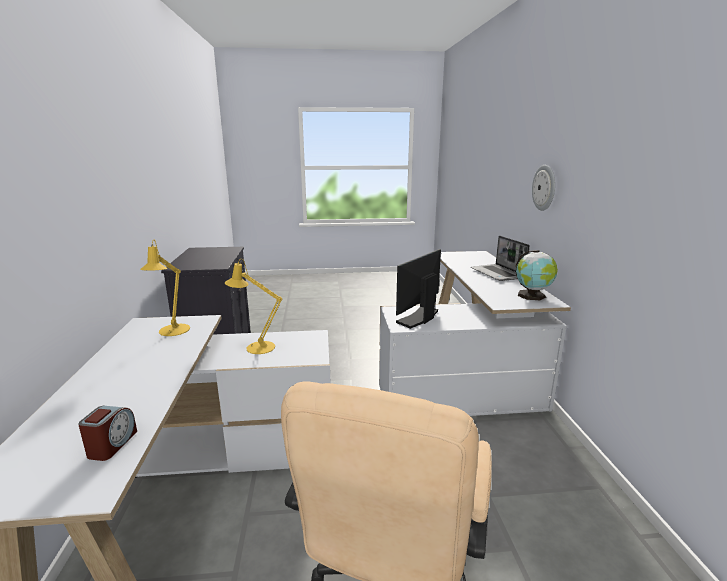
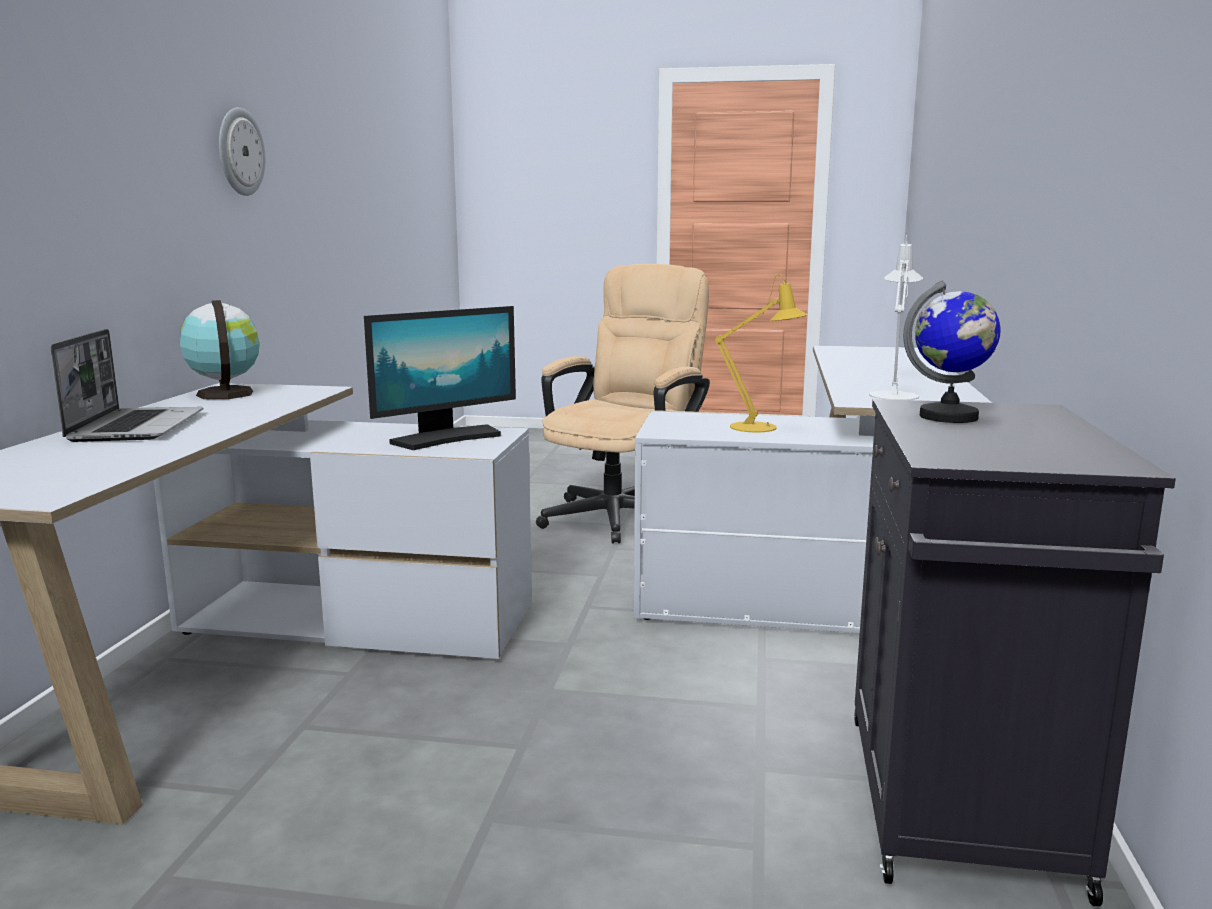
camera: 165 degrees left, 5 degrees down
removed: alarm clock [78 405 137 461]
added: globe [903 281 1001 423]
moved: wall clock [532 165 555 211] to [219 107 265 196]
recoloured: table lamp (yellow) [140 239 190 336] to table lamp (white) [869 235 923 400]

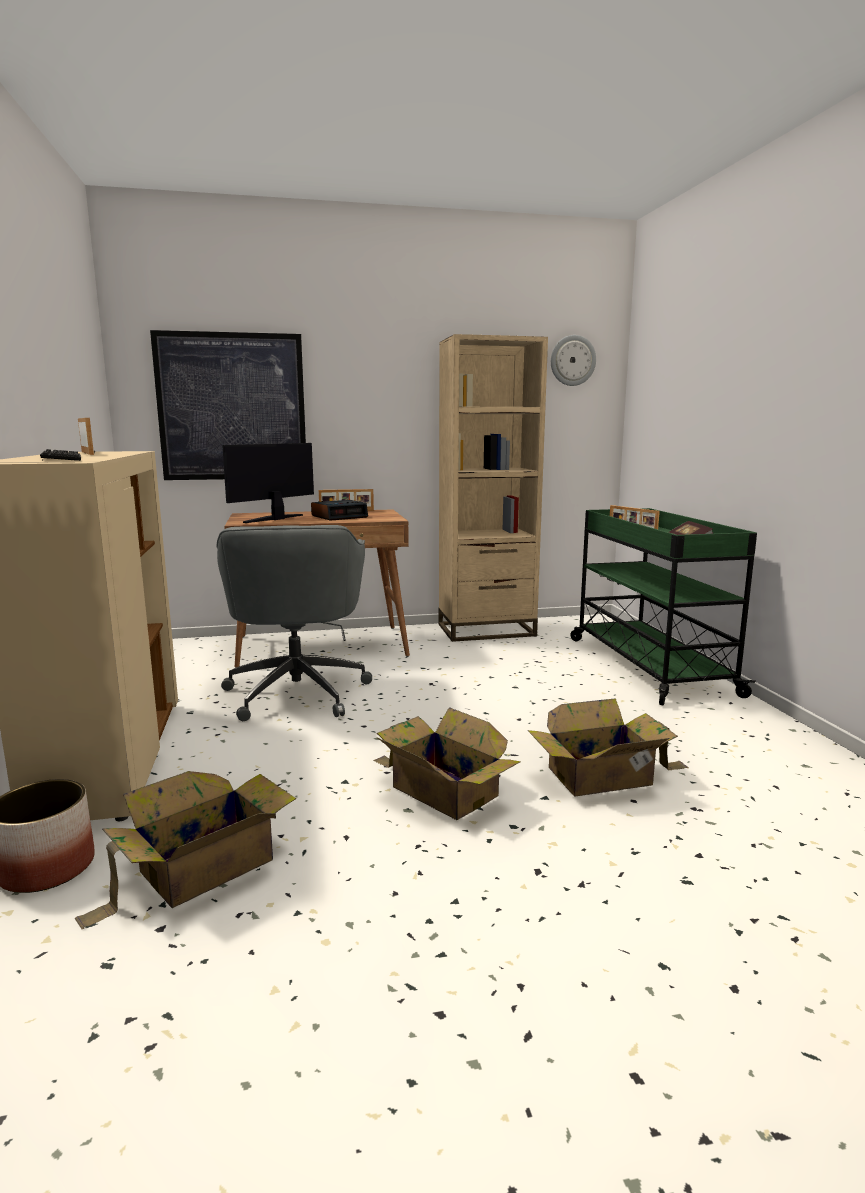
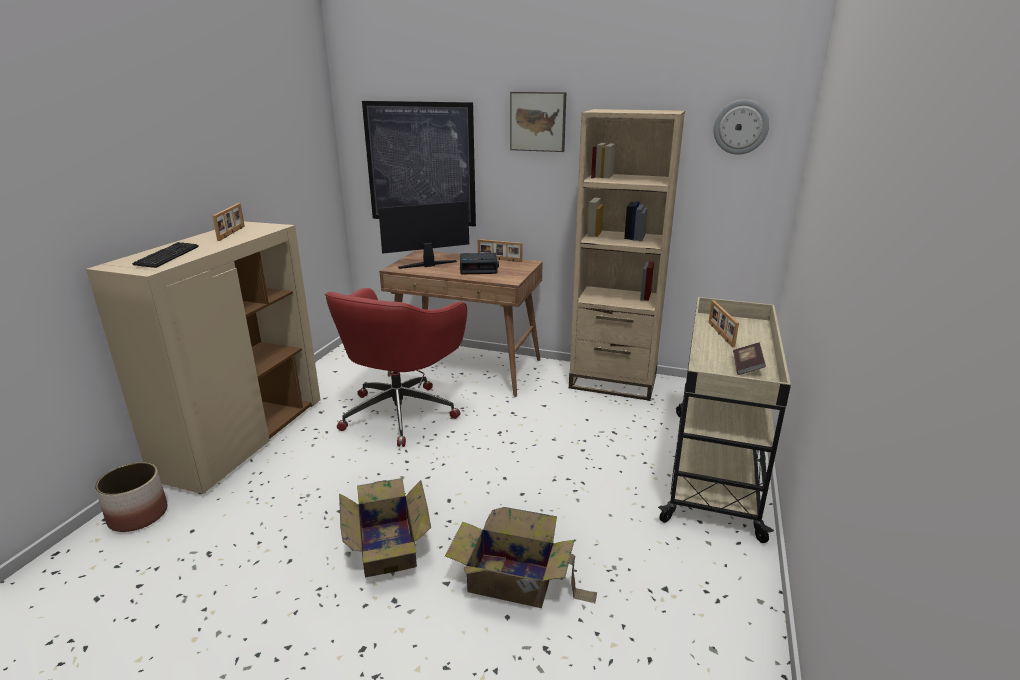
camera: 30 degrees right, 10 degrees up
removed: cardboard box [75 771 296 930]
added: picture [510 92 566 152]
recoloured: cart (green) [570 508 757 705] to cart (beige) [658 297 791 543]; office chair (grey) [217 525 372 721] to office chair (red) [325 288 467 447]

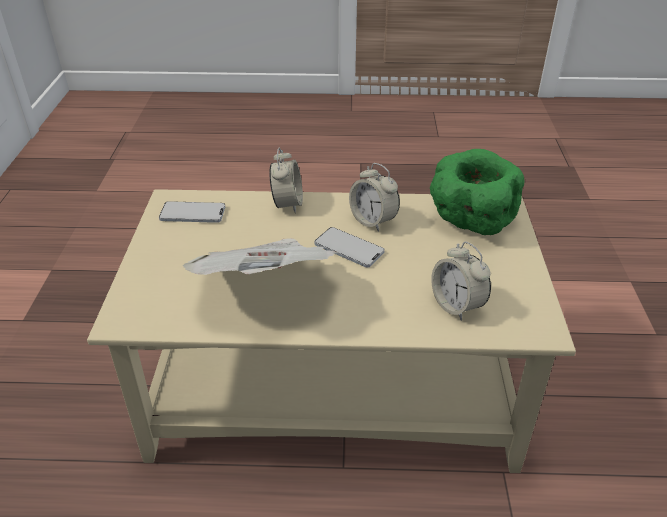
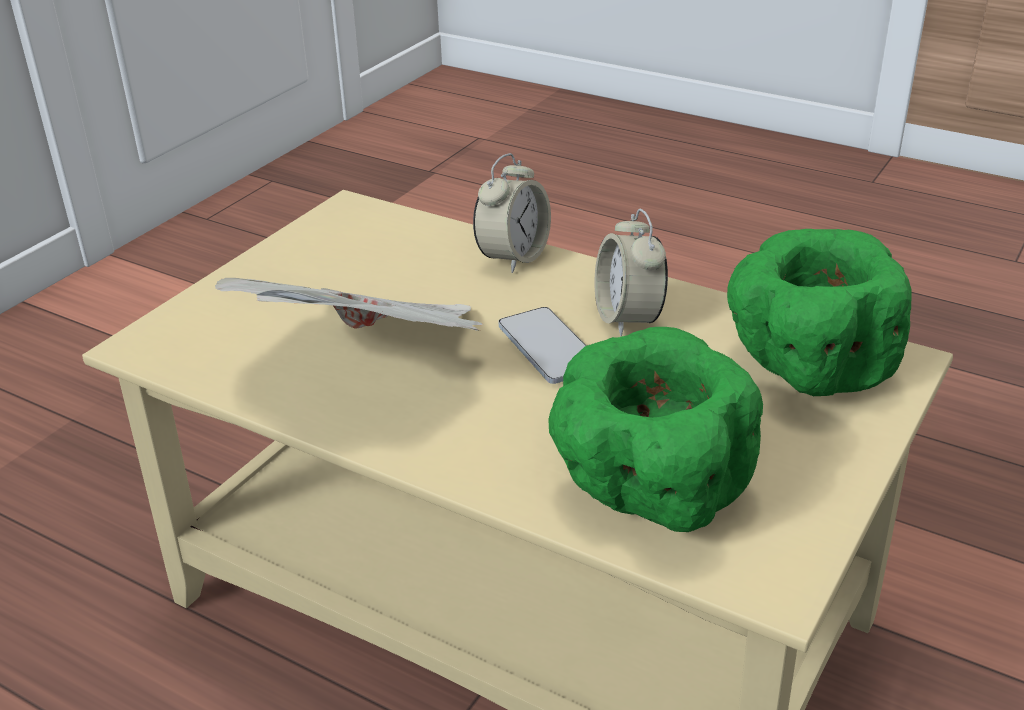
camera: 30 degrees right, 5 degrees down
removed: phone [159 201 225 223]
replaced: alarm clock [431 241 491 321] to bowl (green) [548 327 763 532]

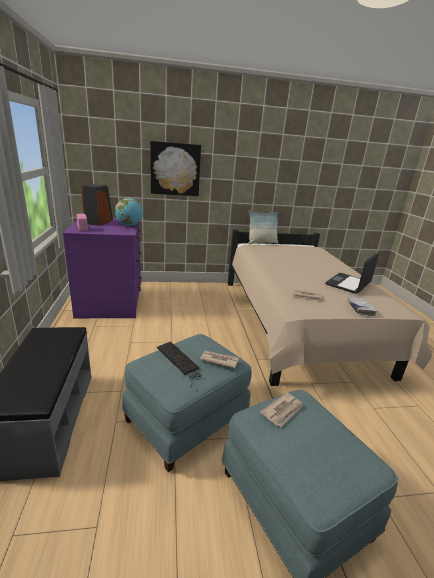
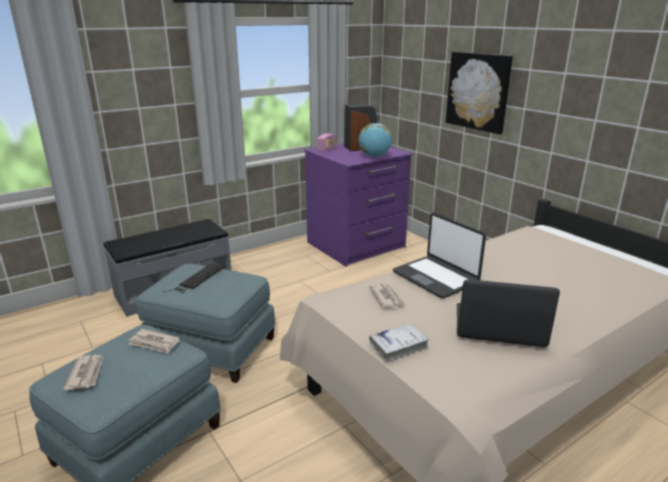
camera: 65 degrees right, 0 degrees up
removed: pillow [248 211 278 244]
added: laptop [393 213 486 298]
moved: newspaper [200 350 239 368] to [63 355 104 390]

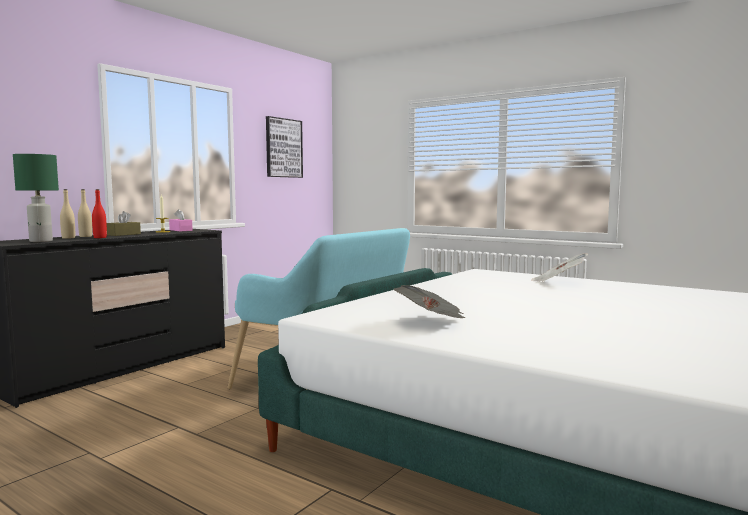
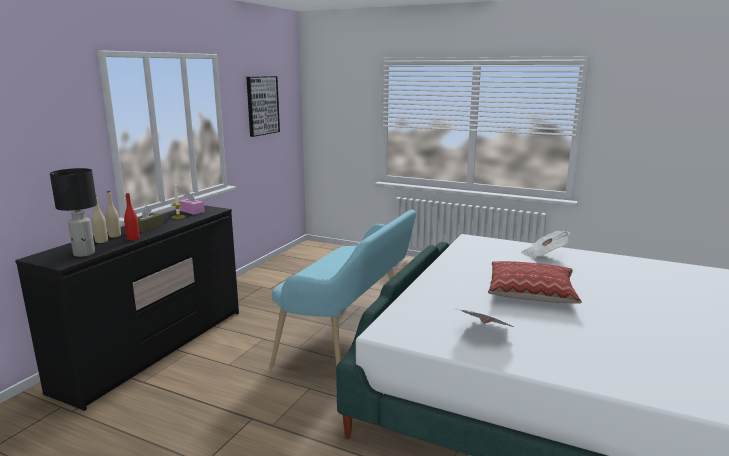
camera: 10 degrees left, 10 degrees up
added: pillow [488 261 582 304]
recoloured: table lamp (green) [13 154 59 242] to table lamp (black) [50 168 97 257]

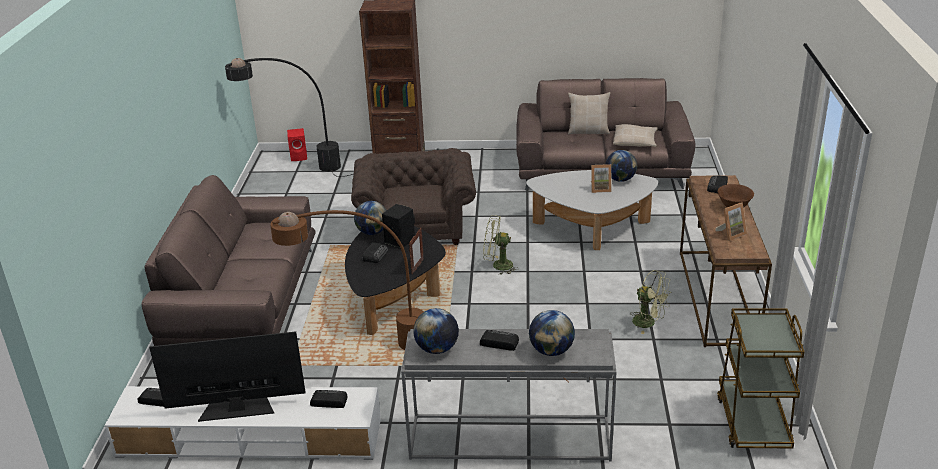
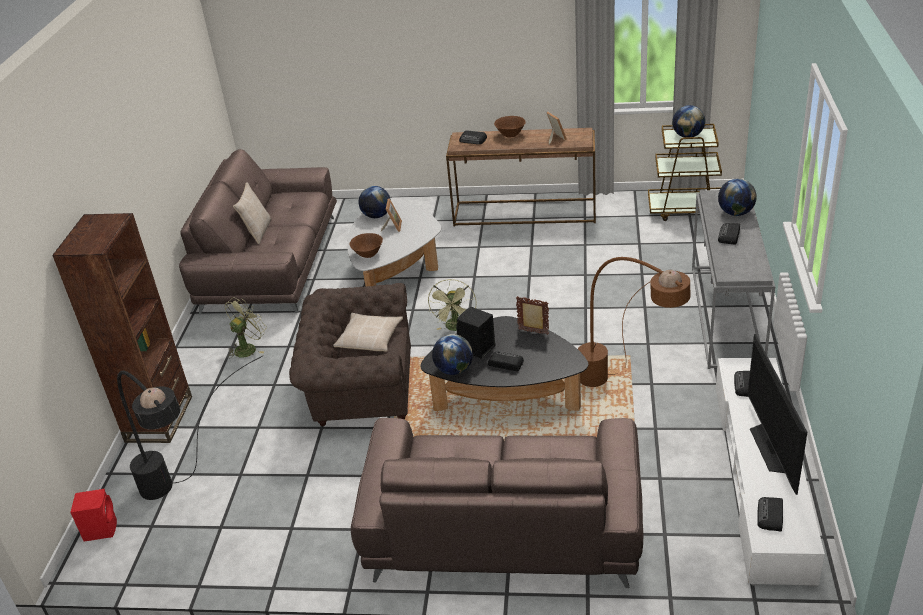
camera: 85 degrees left, 5 degrees up
added: bowl (brown) [349 233 383 258]
moved: pillow (beige) [613 124 658 147] to [333 313 403 352]; fan (green) [630 270 672 334] to [225 298 267 359]; globe [413 308 459 354] to [672 105 705 138]

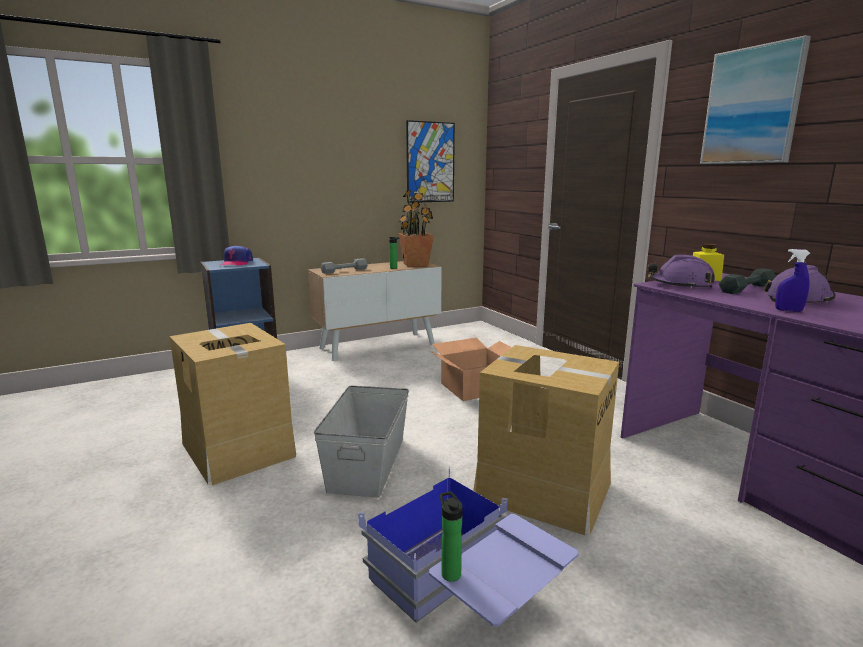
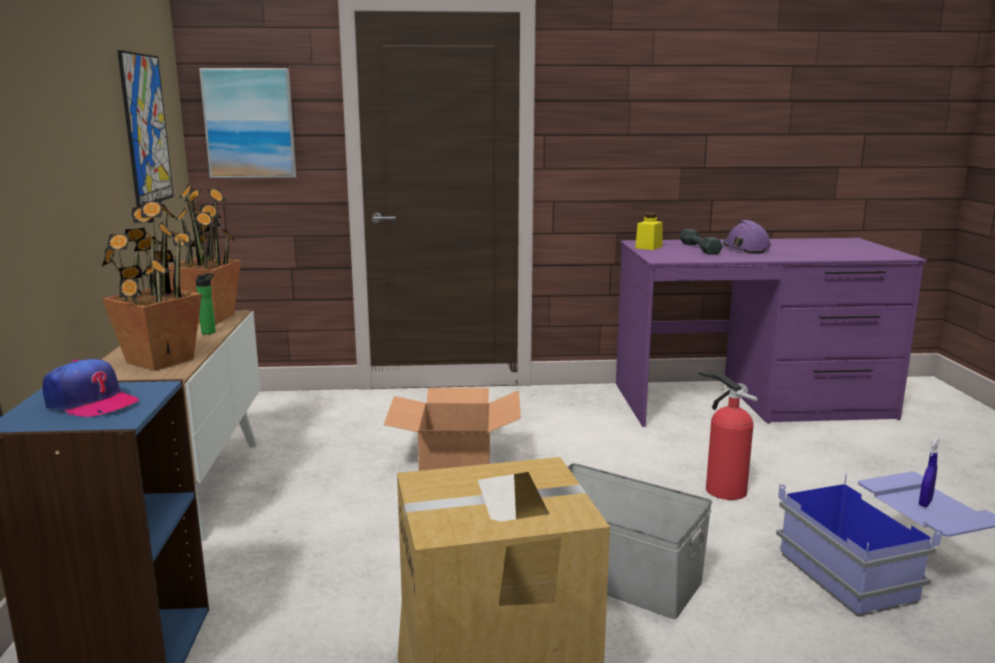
camera: 65 degrees left, 0 degrees up
removed: hard hat (purple) [648 255 715 289]; bottle [440 491 463 582]
moved: picture [700 35 811 164] to [199 68 296 178]; spray bottle (blue) [775 249 810 312] to [919 438 939 507]
replaced: dumbbell (grey) [321 258 368 274] to potted plant [102 201 202 371]; cardboard box [473 345 619 535] to fire extinguisher [698 369 757 500]

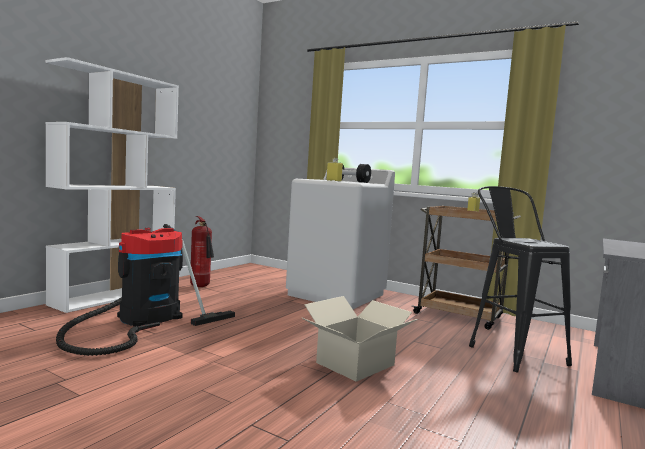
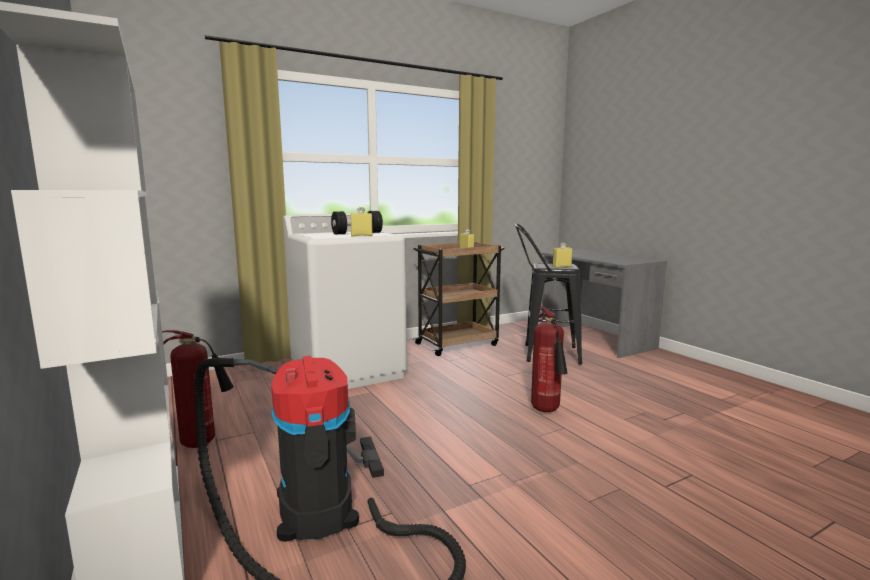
camera: 60 degrees left, 5 degrees up
added: bottle (yellow) [553 243 572 268]
replaced: cardboard box [302 296 418 382] to fire extinguisher [531 306 568 412]

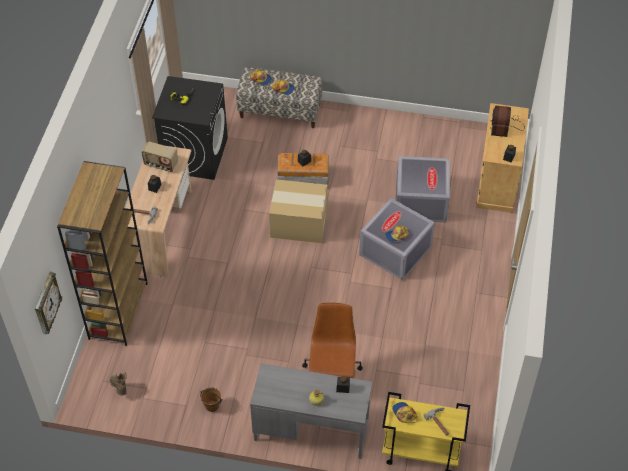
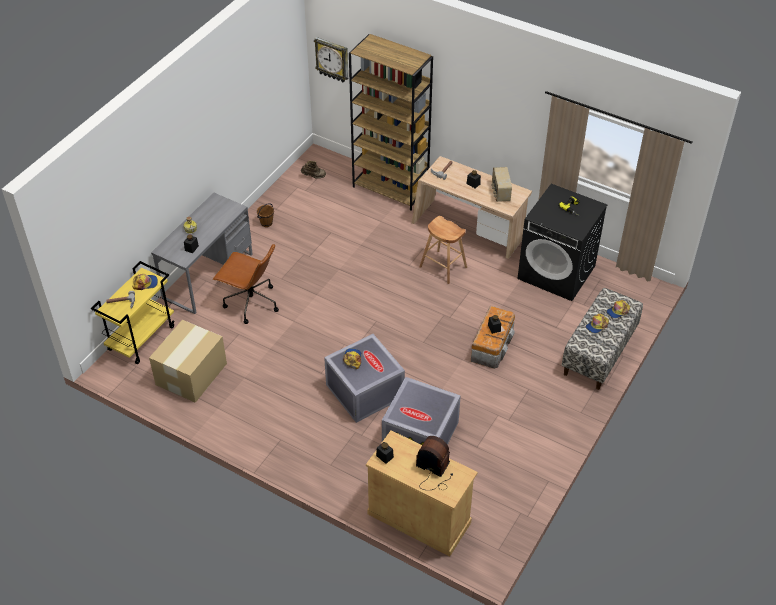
camera: 110 degrees right, 5 degrees down
added: stool (brown) [419 216 467 284]
moved: cardboard box [269 179 328 243] to [149 320 227 403]
turned: radio [141 141 178 172] = [491 167 512 202] 45 degrees counterclockwise

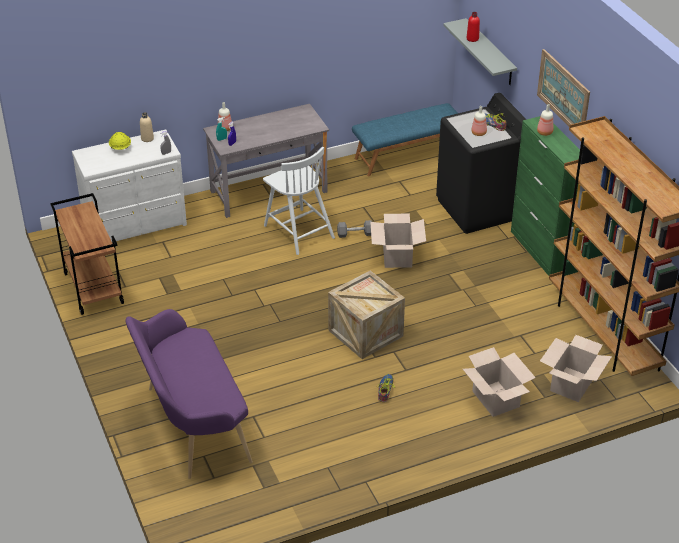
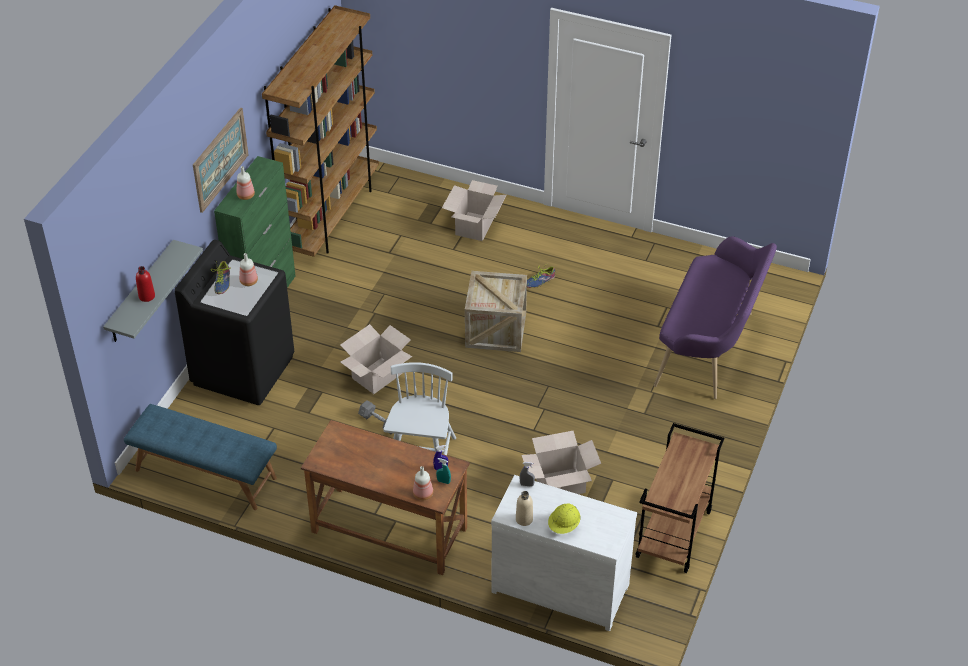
camera: 135 degrees left, 5 degrees up
moved: cardboard box [540 335 612 402] to [521 431 601 494]
recoloured: desk (grey) [203 104 329 218] to desk (brown) [301 420 470 575]

